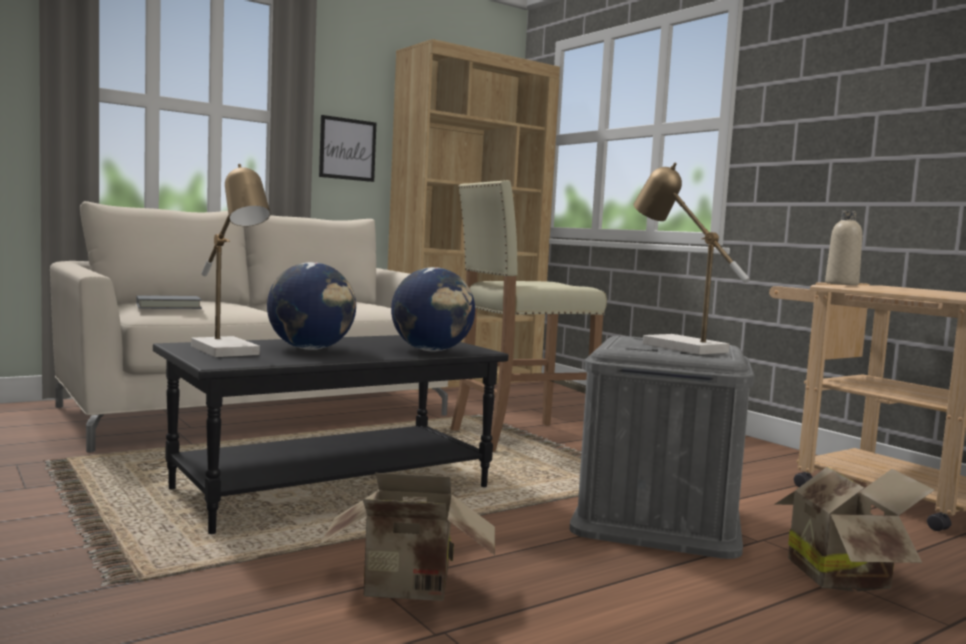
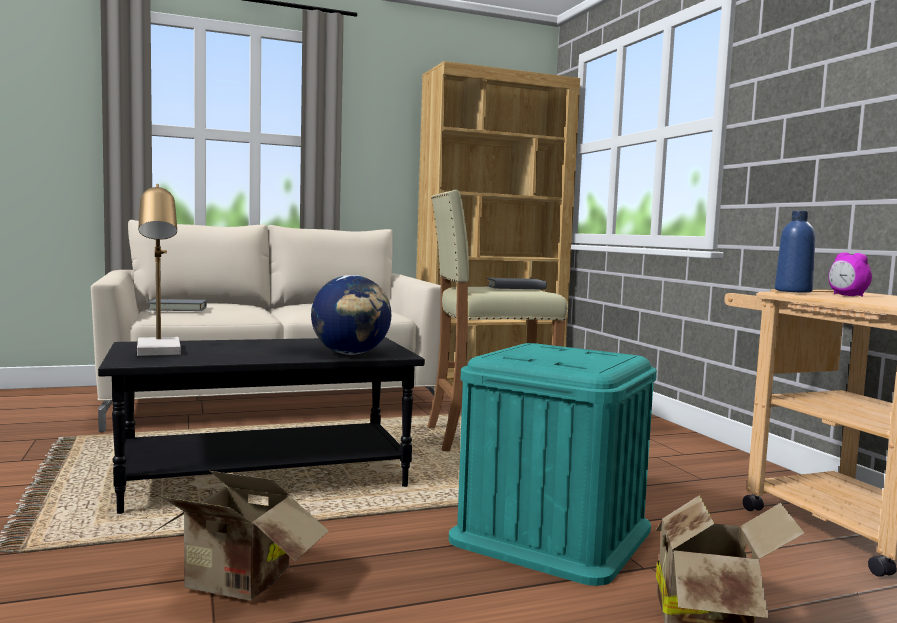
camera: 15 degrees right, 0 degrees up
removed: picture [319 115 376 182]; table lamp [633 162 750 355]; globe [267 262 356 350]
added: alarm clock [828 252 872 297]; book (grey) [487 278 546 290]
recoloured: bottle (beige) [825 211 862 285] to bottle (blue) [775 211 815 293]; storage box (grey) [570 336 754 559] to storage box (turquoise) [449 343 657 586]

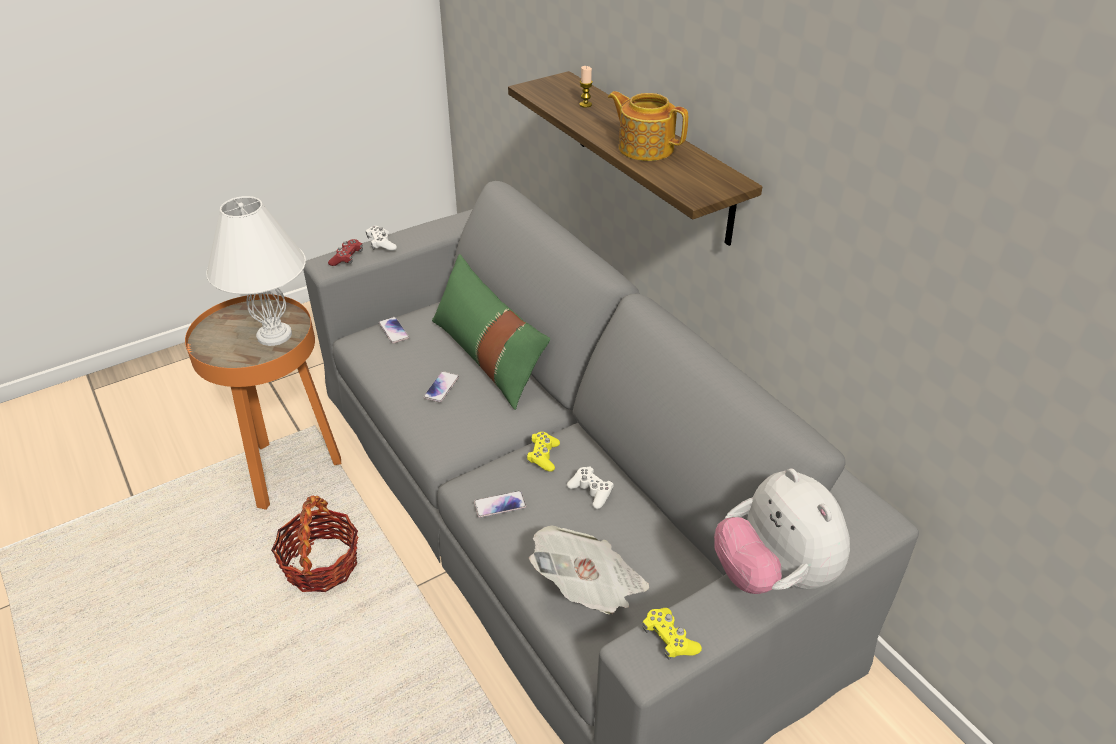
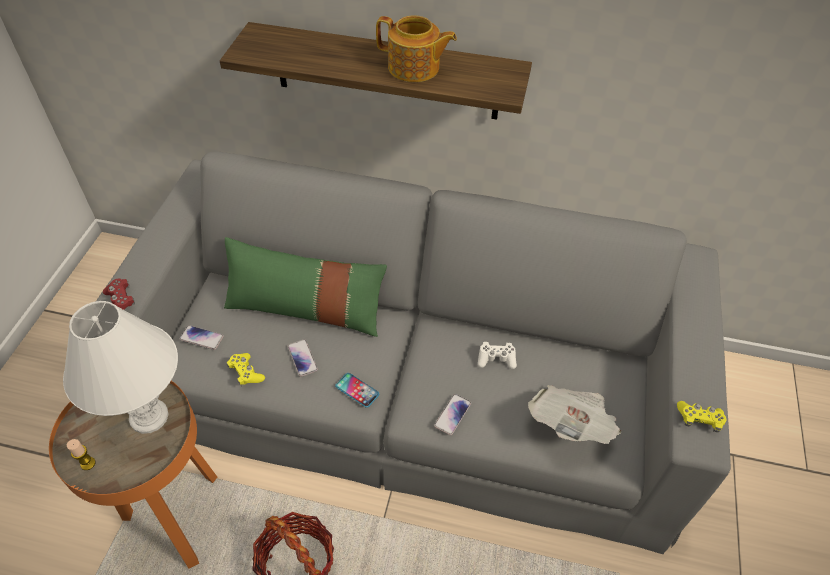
camera: 45 degrees left, 10 degrees up
removed: game controller (white) [366 226 397 251]; plush toy [714 468 850 594]
added: phone [335 373 379 408]
moved: candle [579 66 593 108] to [67 439 96 470]; game controller (yellow) [527 432 560 472] to [227 353 265 386]
turned: teapot [608 91 688 161] = [376 15 457 82] 150 degrees counterclockwise

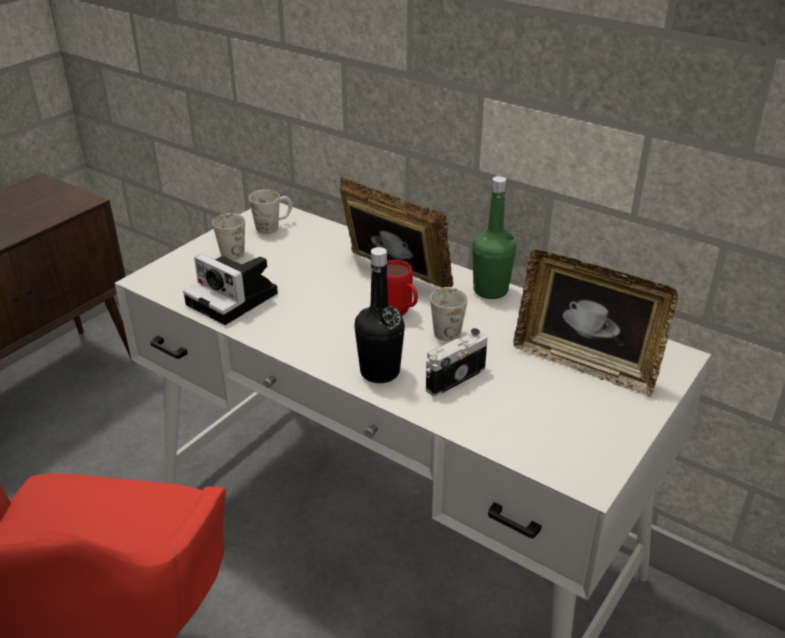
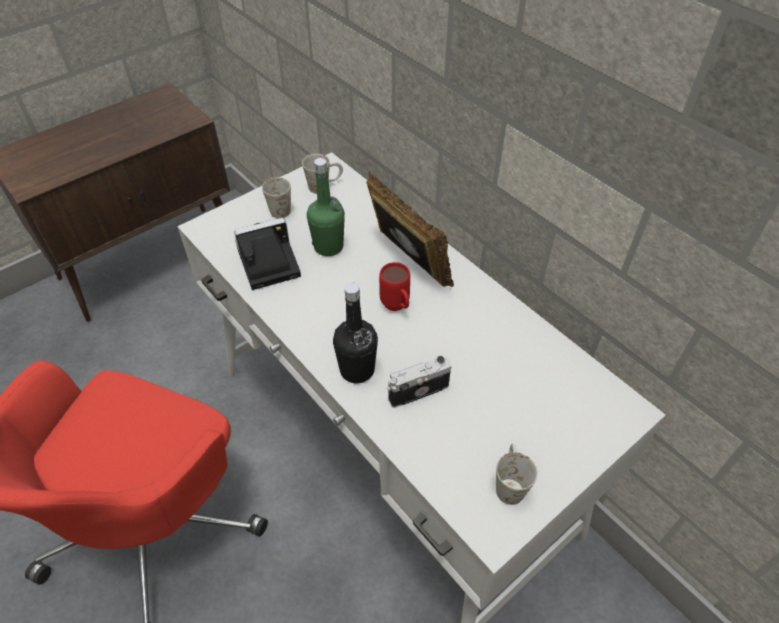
camera: 15 degrees right, 15 degrees up
removed: picture frame [513 250 678 397]
moved: bottle (green) [472 176 516 299] to [307 158 345 256]; mug (white) [430 287 468 341] to [496 443 538 505]
turned: photo camera [183 254 278 325] = [234 218 301 290] 105 degrees clockwise

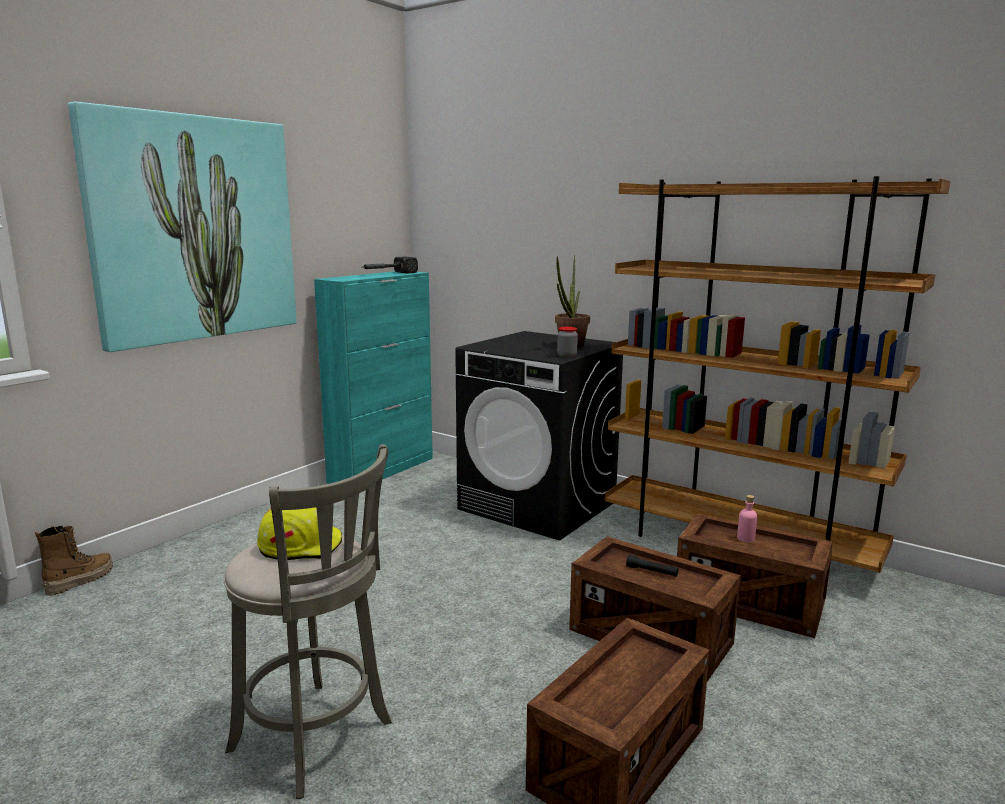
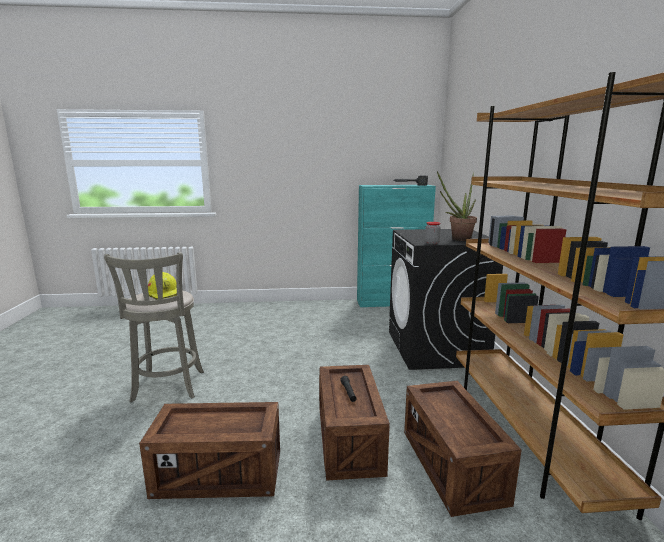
camera: 50 degrees right, 0 degrees up
removed: picture [68 102 297 352]; bottle (pink) [737 495 757 542]; boot [35 526 113 596]

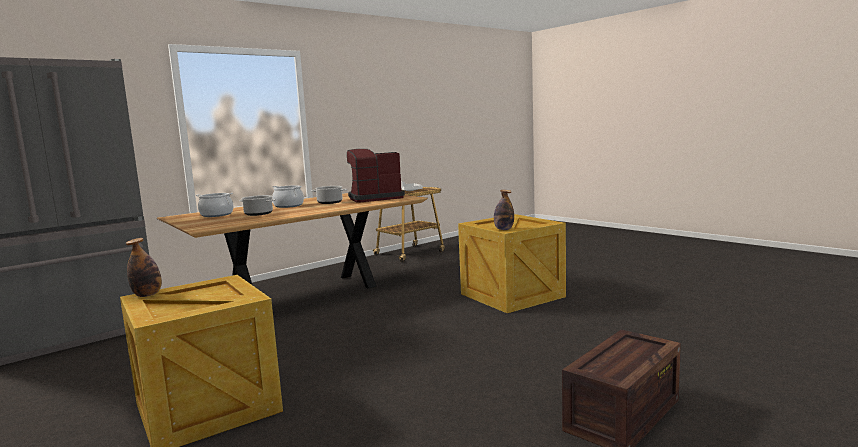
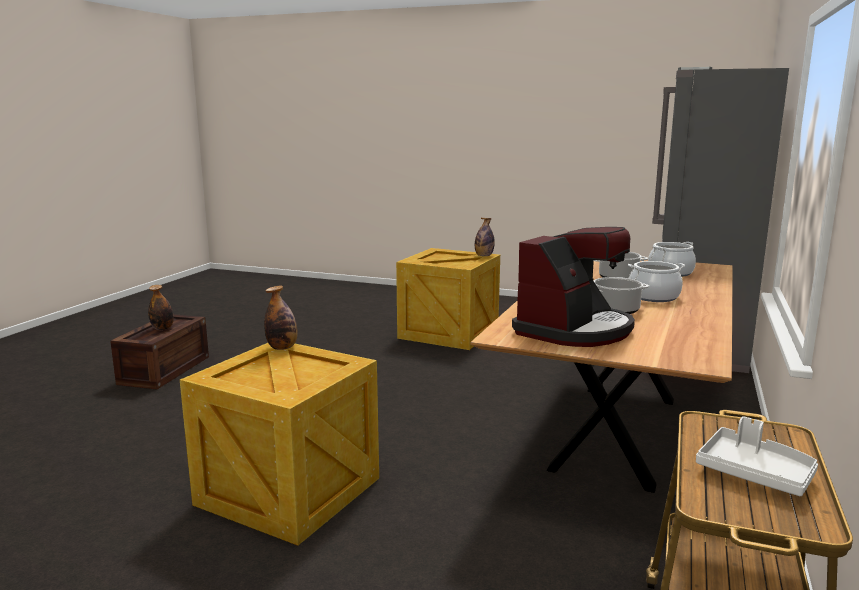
camera: 150 degrees right, 5 degrees up
added: bottle [148 285 174 330]

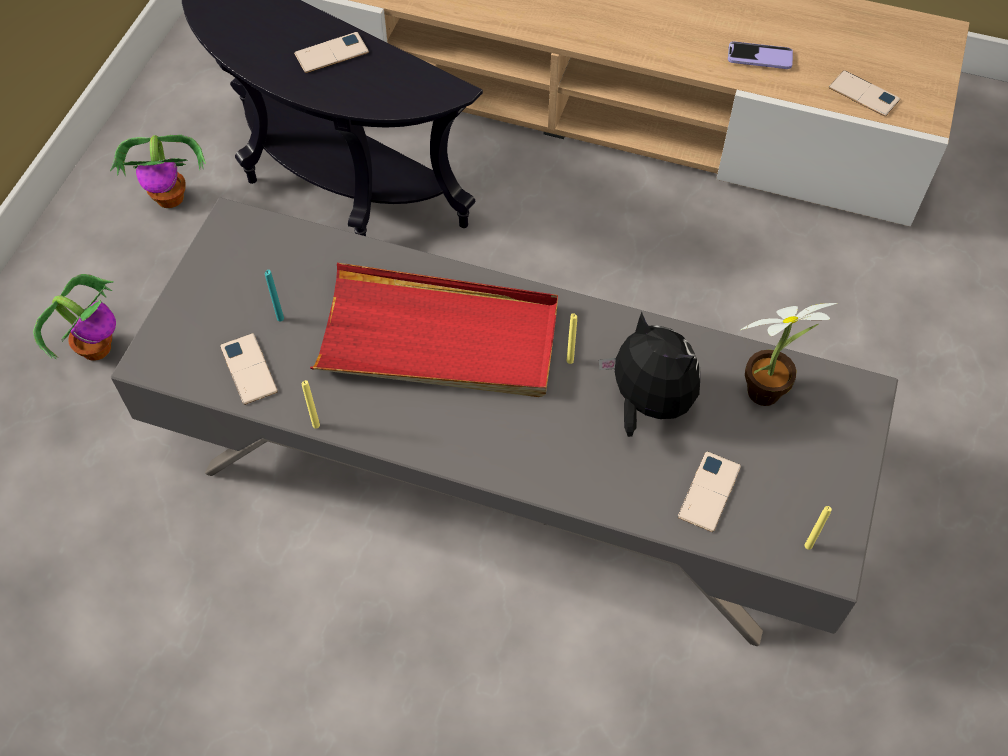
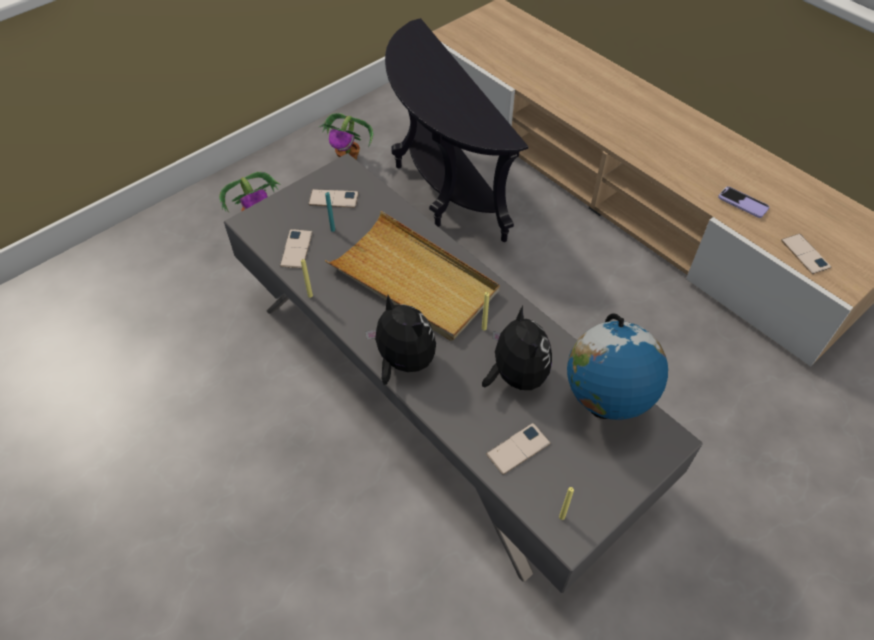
camera: 30 degrees right, 5 degrees down
added: plush toy [365 295 436 385]
moved: phone [294 32 369 73] to [308 189 359 208]
replaced: potted plant [740 303 837 406] to globe [567 313 668 420]
recoloured: tray (red) [310 263 558 397] to tray (beige) [325 211 500 341]

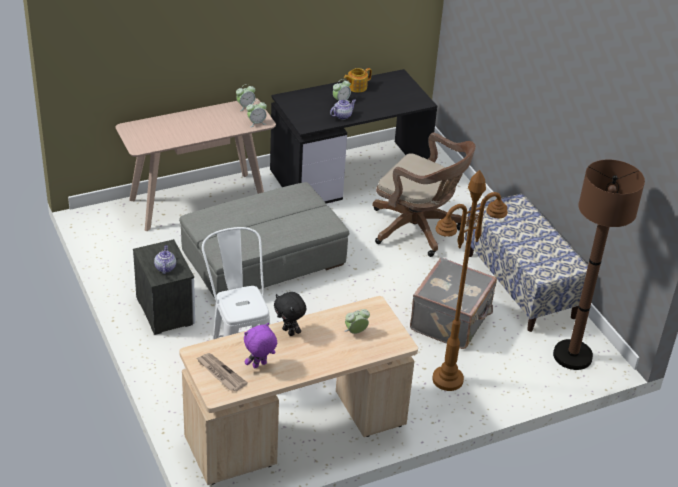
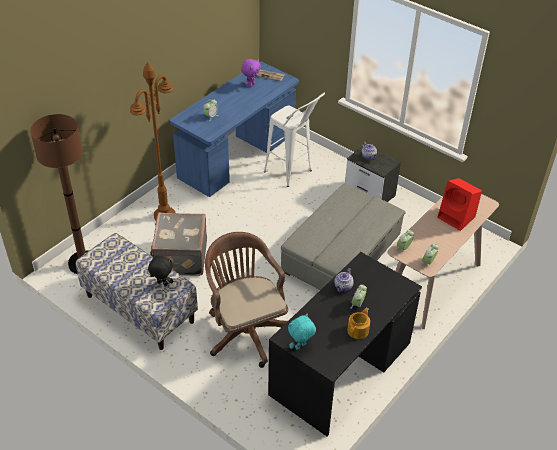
camera: 155 degrees right, 5 degrees up
added: speaker (red) [437 178 482 231]; plush toy (turquoise) [288 314 316 350]
moved: plush toy (black) [274 292 307 336] to [148 255 173 286]
recoloured: desk (beige) [179 296 418 485] to desk (blue) [170 62 299 197]
turned: office chair (brown) [372 132 476 257] = [205 232 288 368] 60 degrees clockwise

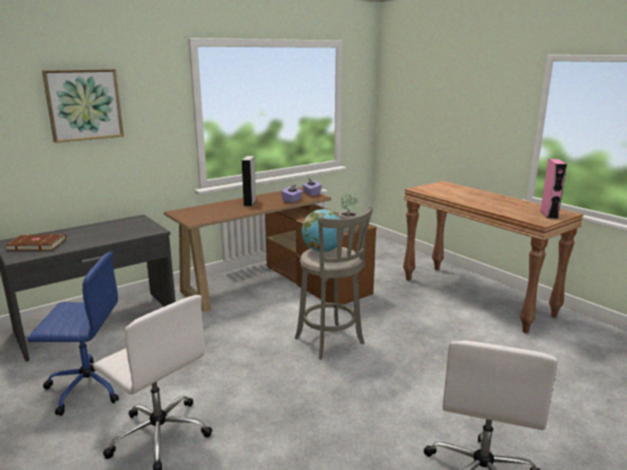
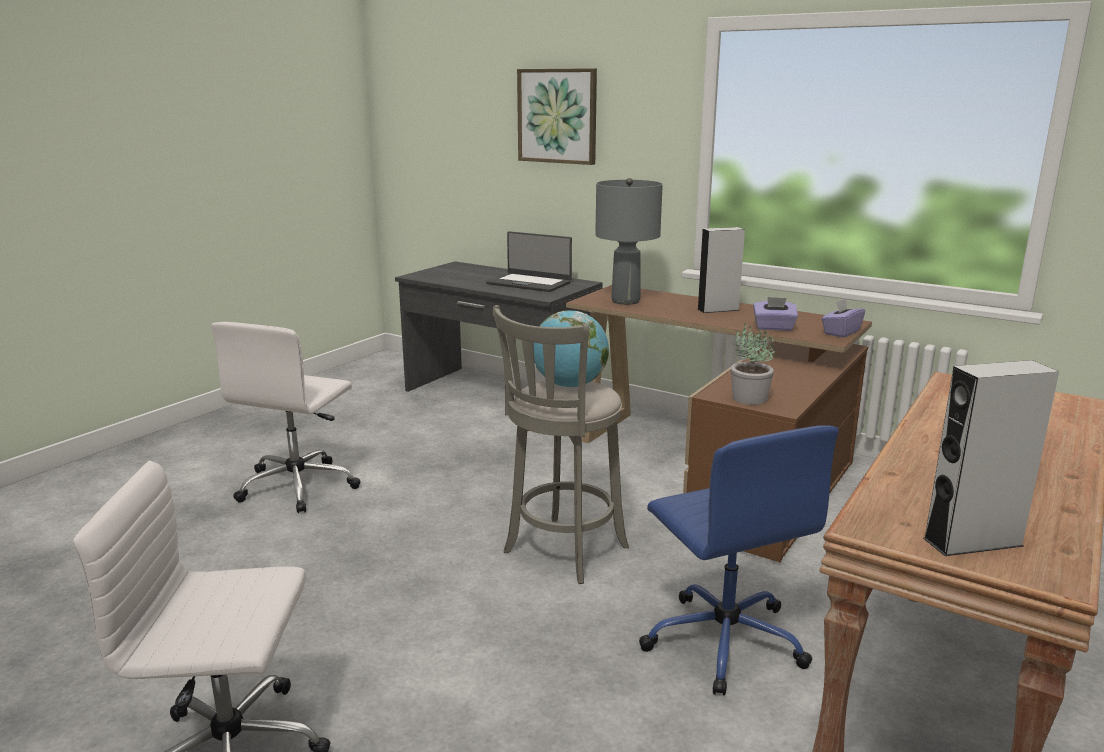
camera: 70 degrees right, 0 degrees up
removed: book (brown) [6 234 66 251]
added: table lamp (grey) [595 178 663 305]; laptop [486 231 572 292]
moved: office chair (blue) [28 251 119 416] to [639 425 839 695]
recoloured: speaker (pink) [540 159 567 219] to speaker (grey) [923 360 1059 556]

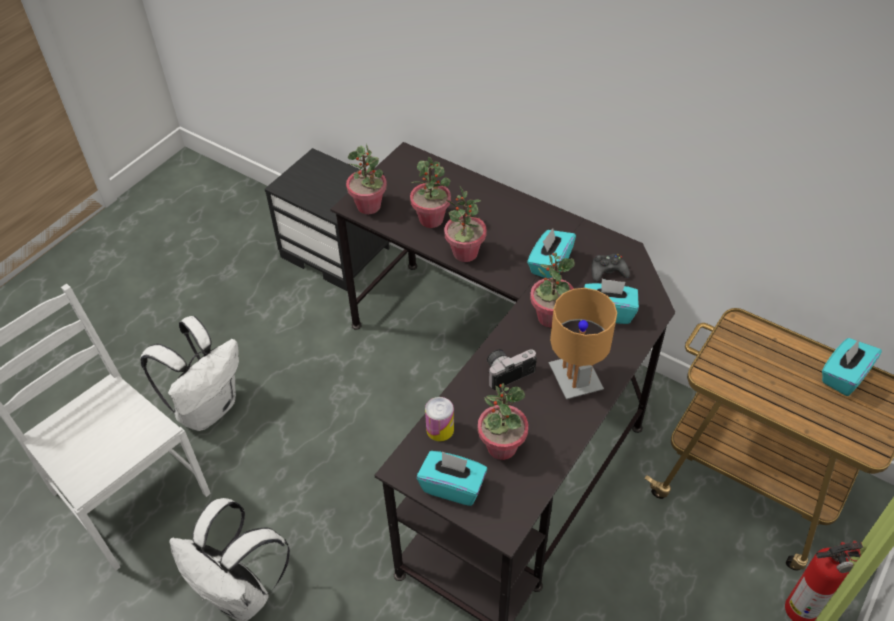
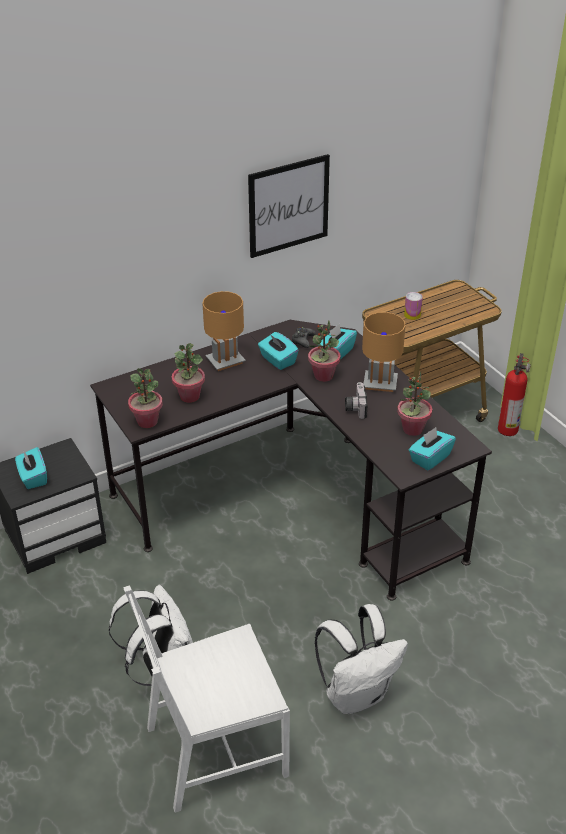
camera: 65 degrees left, 10 degrees down
removed: potted plant [444 187 487 262]
added: picture [248 154 330 258]; table lamp (brown) [202 291 246 371]
moved: tissue box (turquoise) [822 338 882 396] to [15 447 47 489]; can [425 397 454 442] to [404 292 423 320]

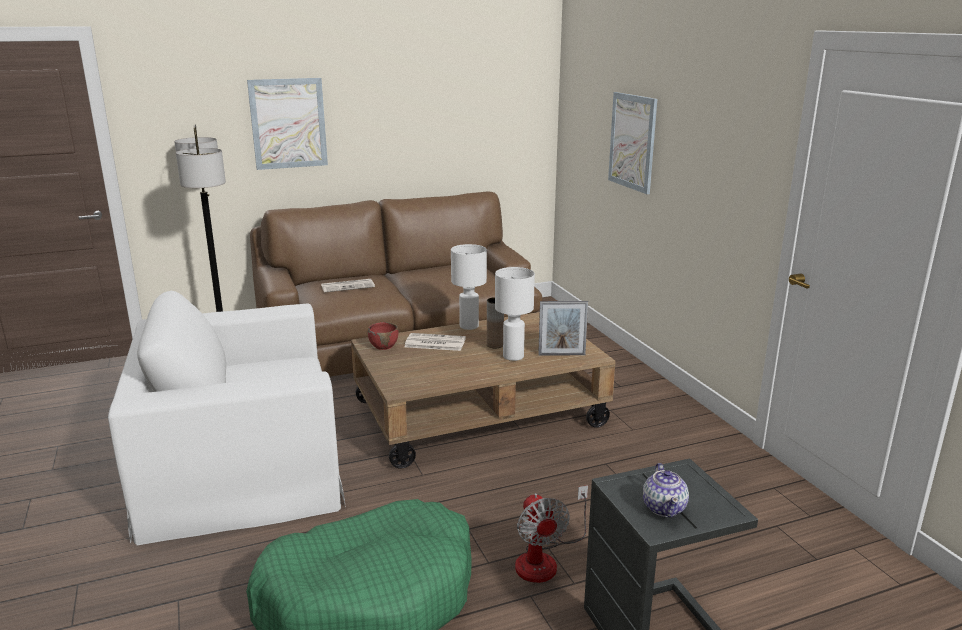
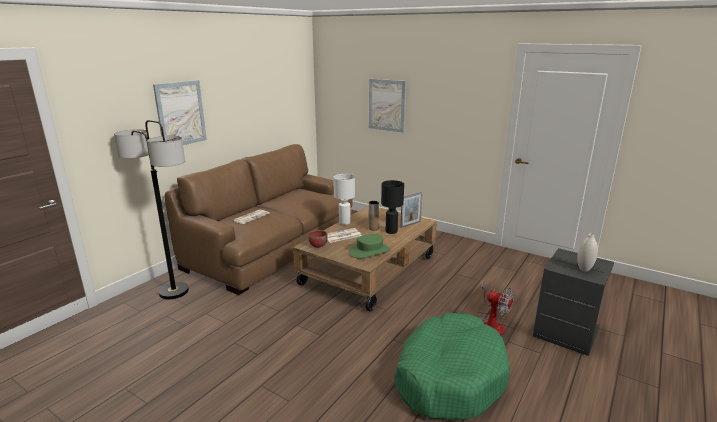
camera: 35 degrees left, 0 degrees up
removed: armchair (white) [108 291 346 545]
added: hat (green) [349 234 390 259]
replaced: teapot [643 463 689 518] to vase (white) [577 234 598 272]
recoloured: table lamp (white) [495 267 535 361] to table lamp (black) [381 180 404 234]

